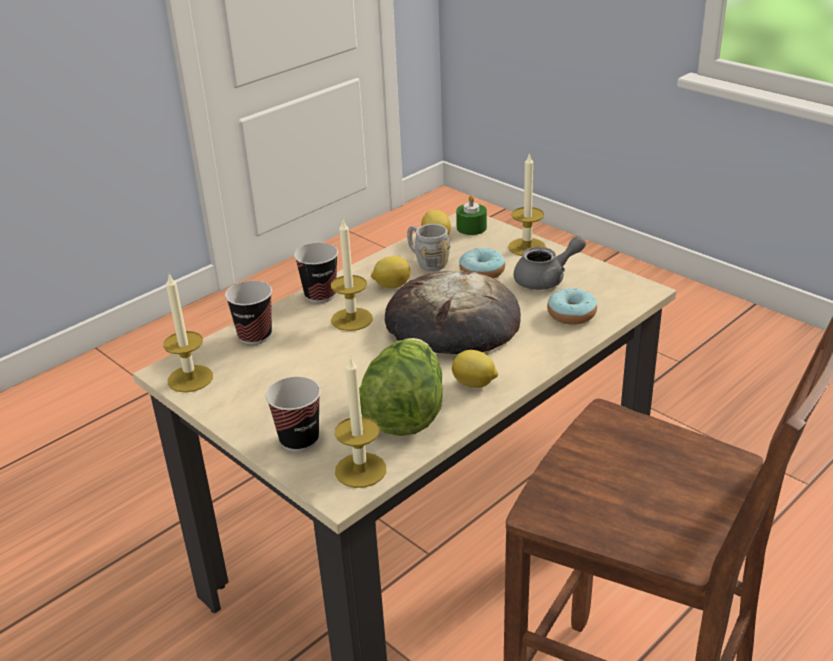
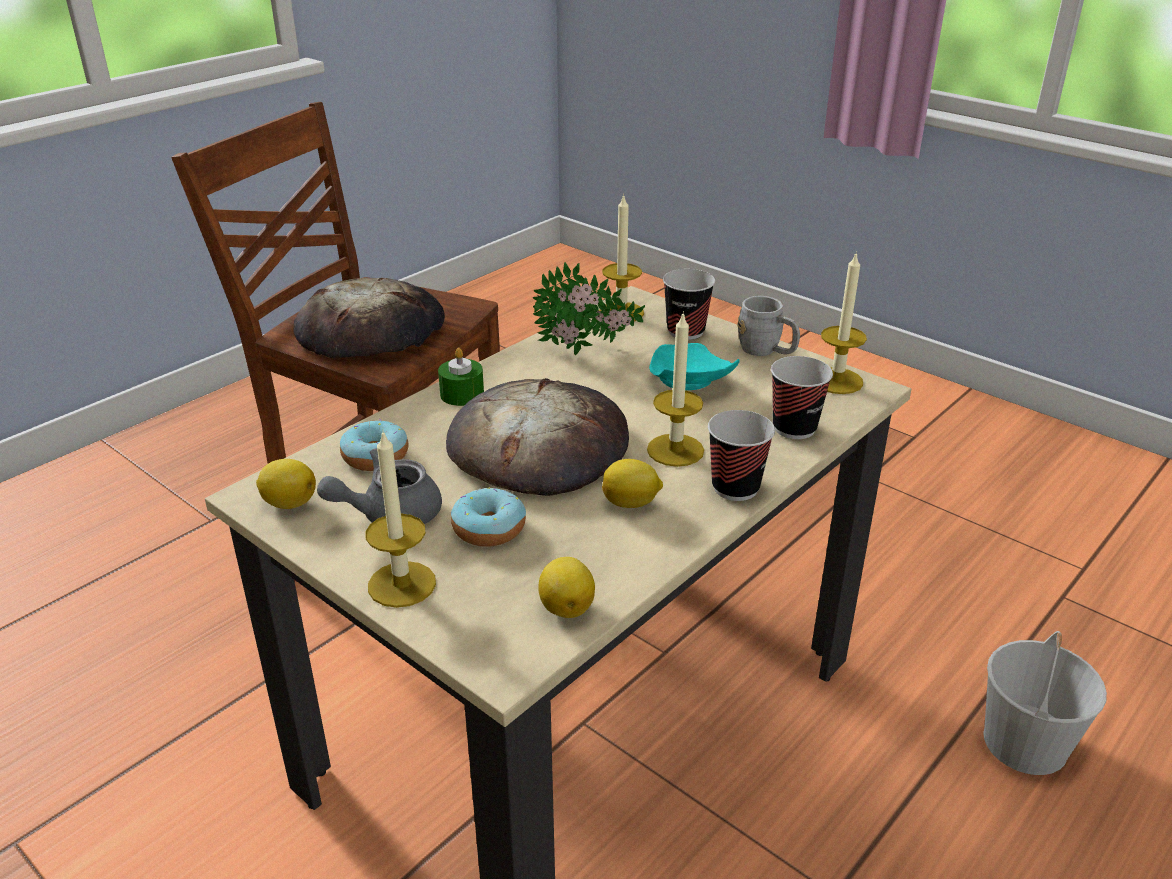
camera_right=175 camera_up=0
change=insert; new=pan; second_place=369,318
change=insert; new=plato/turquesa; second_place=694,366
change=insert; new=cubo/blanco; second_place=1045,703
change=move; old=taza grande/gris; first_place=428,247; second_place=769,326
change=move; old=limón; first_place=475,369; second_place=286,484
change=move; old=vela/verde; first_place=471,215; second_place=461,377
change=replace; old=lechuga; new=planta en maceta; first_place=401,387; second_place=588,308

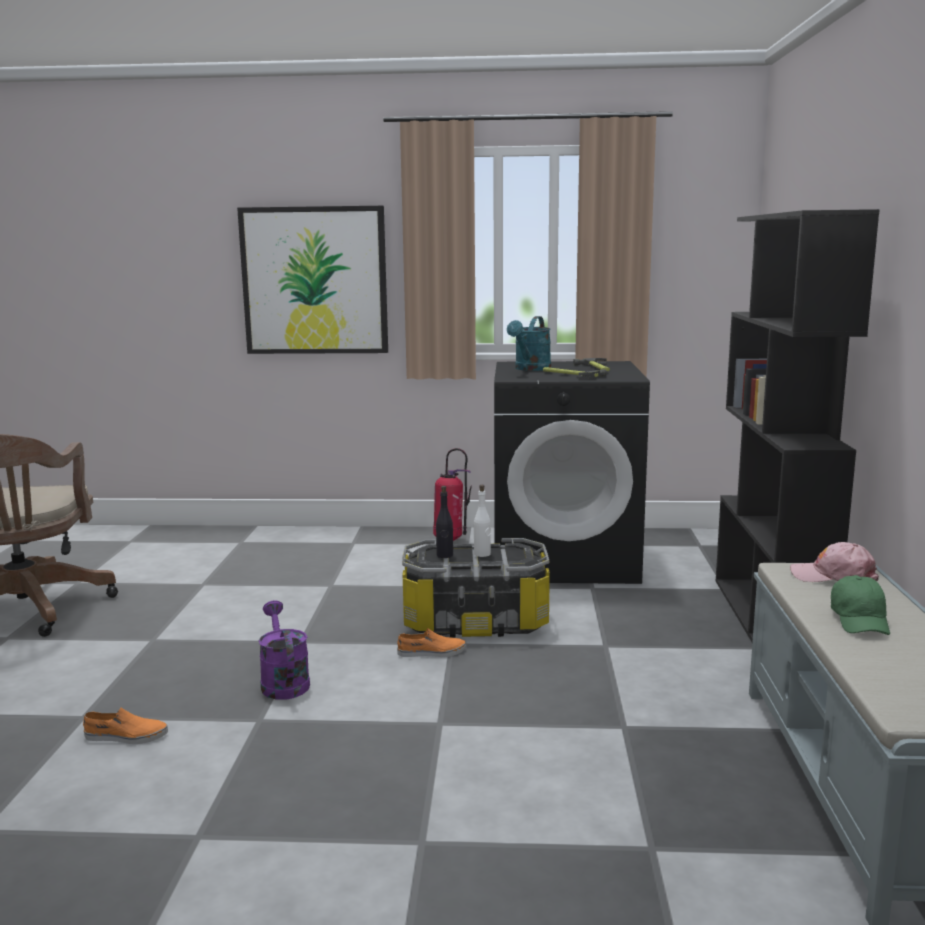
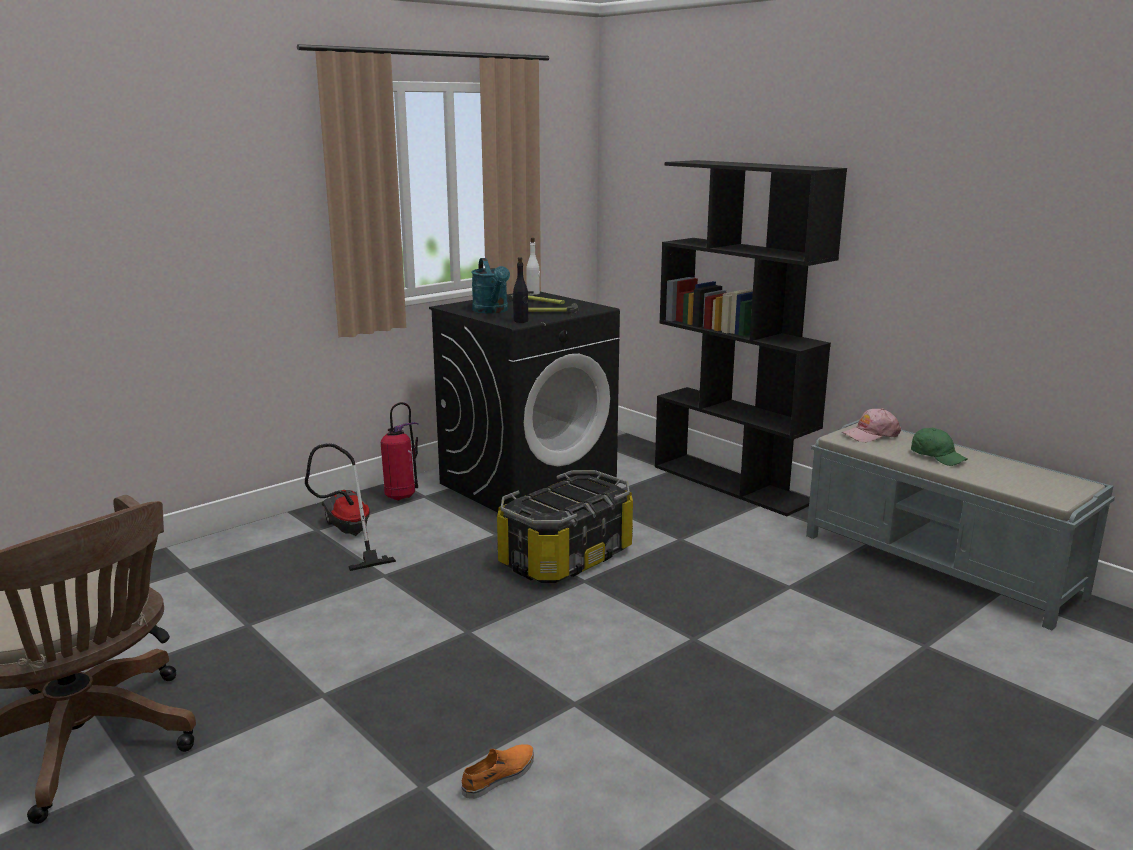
camera_right=-45 camera_up=5
change=delete; old=cuadro; first_place=312,280
change=delete; old=regadera/morado; first_place=284,650
change=delete; old=zapato/naranja; first_place=431,642
change=insert; new=aspiradora; second_place=350,507
change=move; old=botella/negro; first_place=444,522; second_place=520,290
change=move; old=botella/blanco; first_place=482,521; second_place=533,266

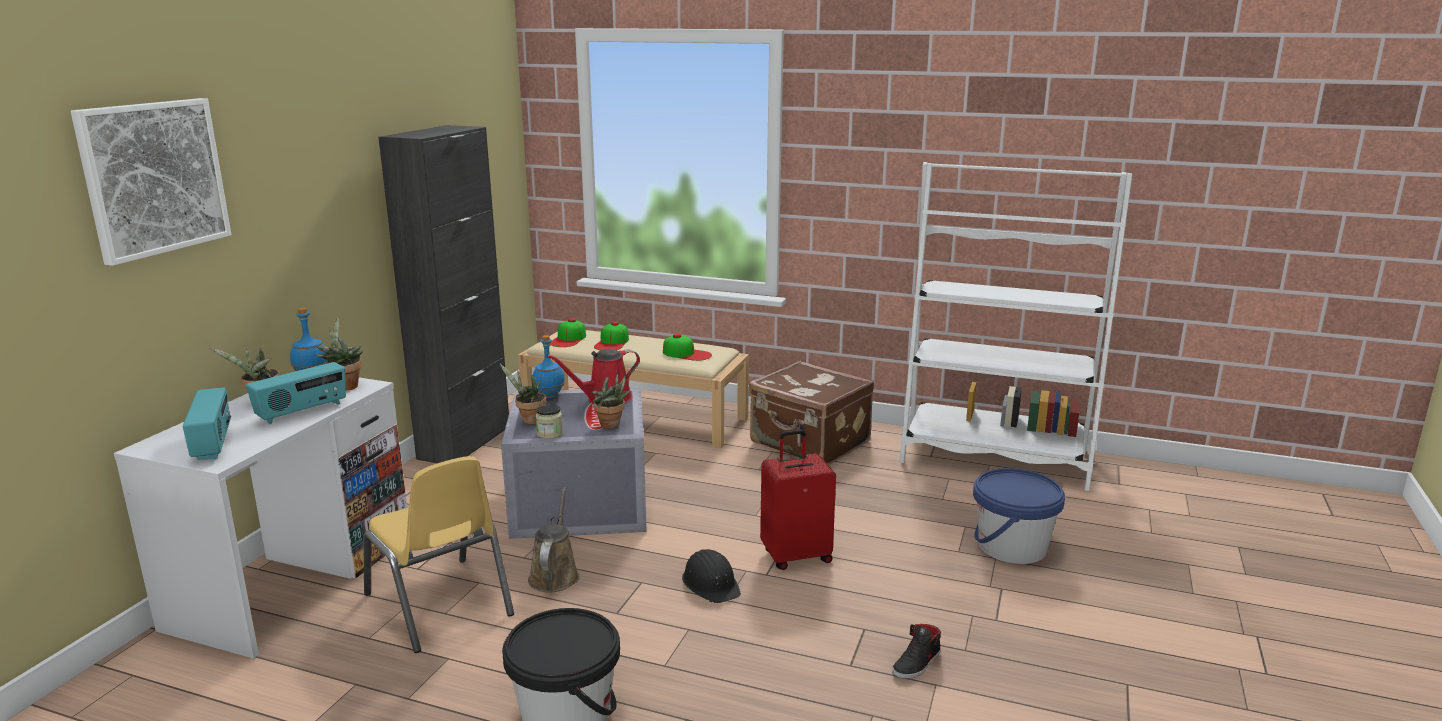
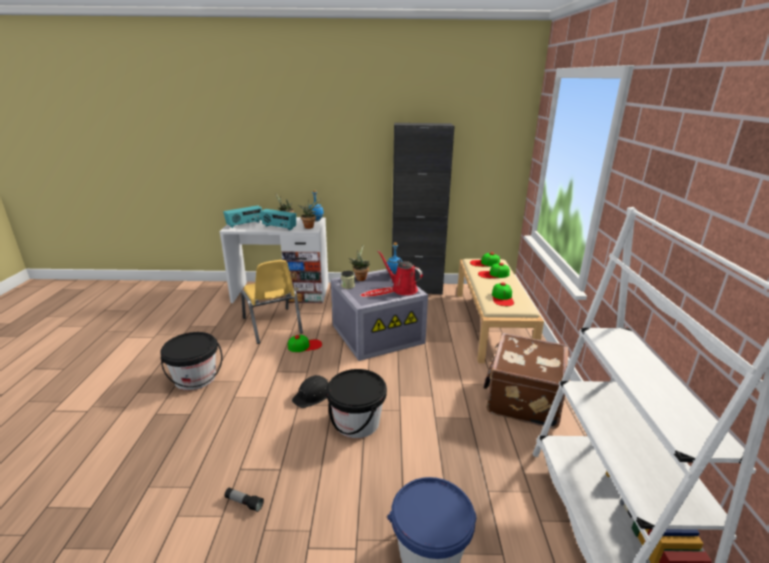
camera_right=70 camera_up=5
change=delete; old=cuadro; first_place=151,182
change=delete; old=planta en maceta; first_place=611,401
change=replace; old=regadera/marrón; new=gorra; first_place=554,540; second_place=305,343
change=replace; old=maleta/rojo; new=cubo/negro; first_place=798,500; second_place=356,403
change=replace; old=zapato/negro; new=linterna; first_place=916,651; second_place=244,500
change=rotate; old=silla/amarillo; first_place=438,554; second_place=272,302; degrees=-60

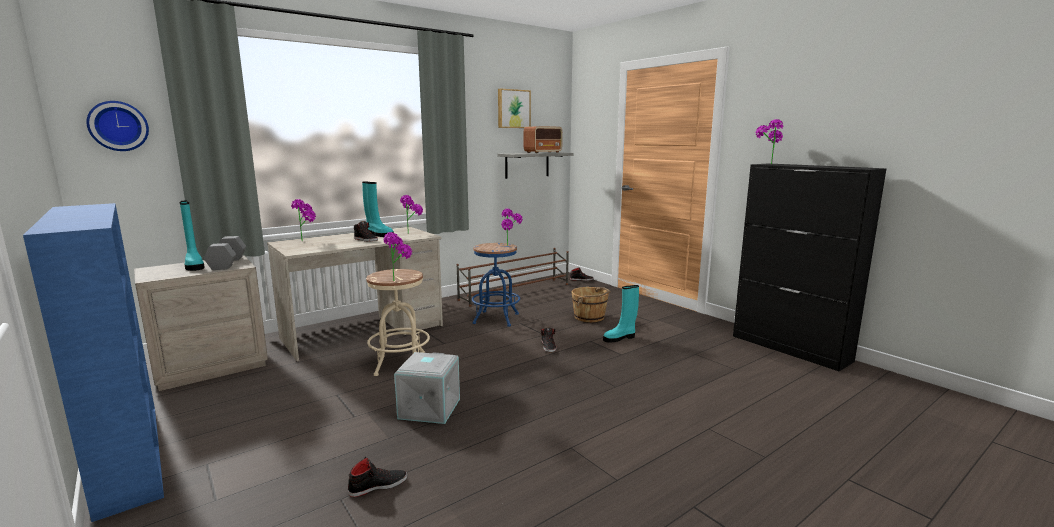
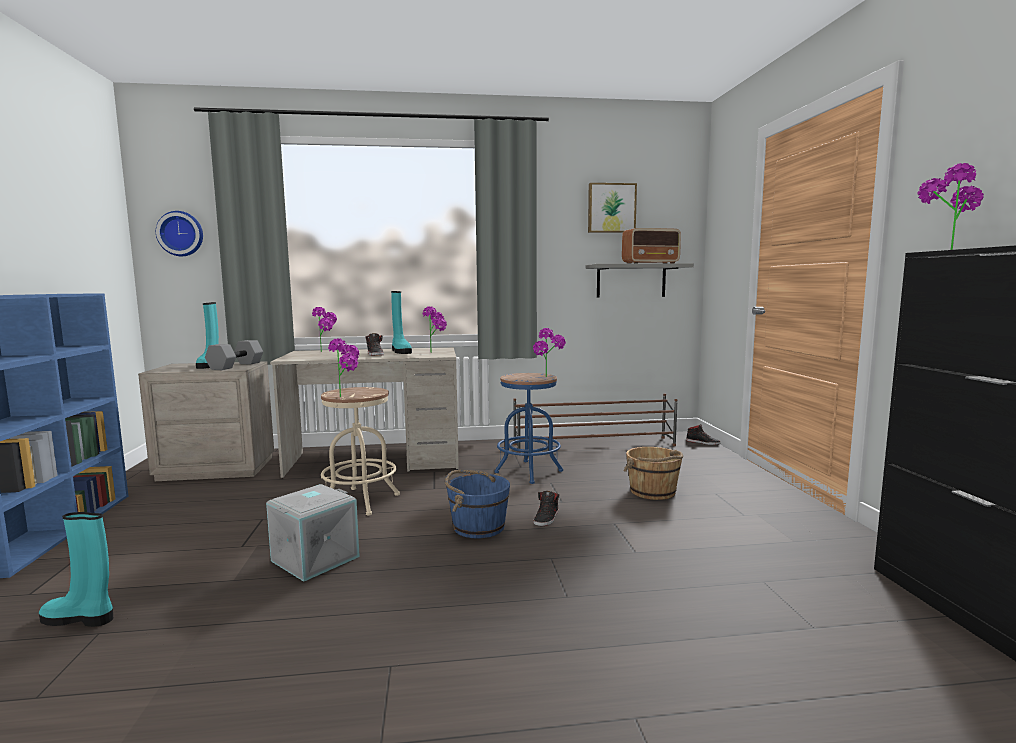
camera_right=30 camera_up=-5
change=delete; old=zapato/negro; first_place=377,477
change=insert; new=cubo/azul; second_place=477,504
change=move; old=bota/turquesa; first_place=621,313; second_place=76,569

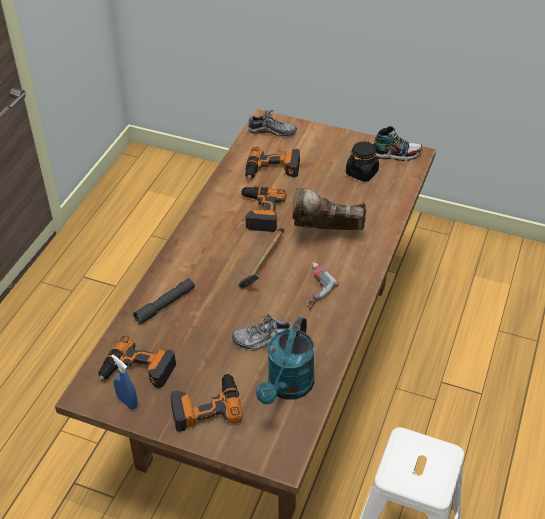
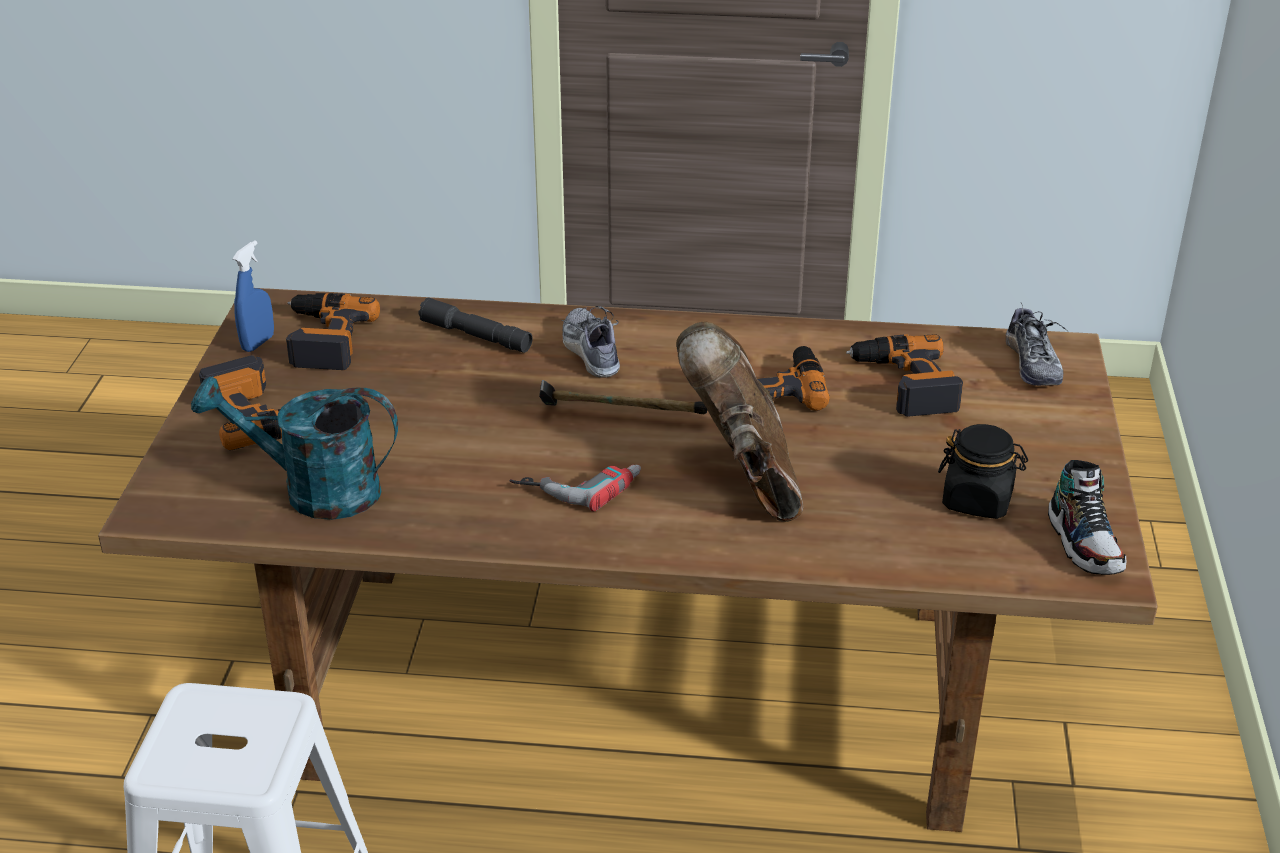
camera_right=75 camera_up=-10
change=move; old=zapato; first_place=262,332; second_place=590,342

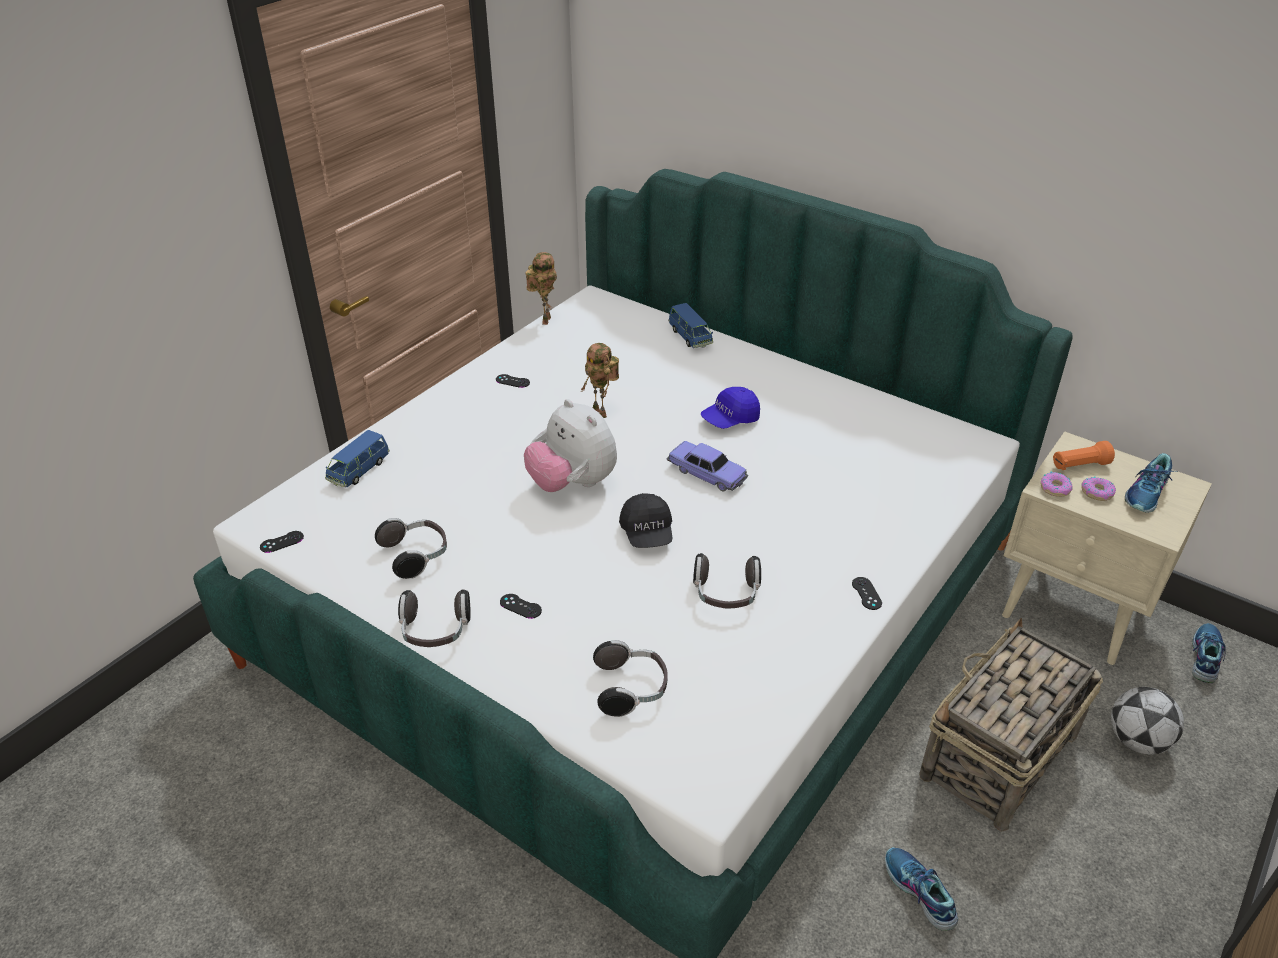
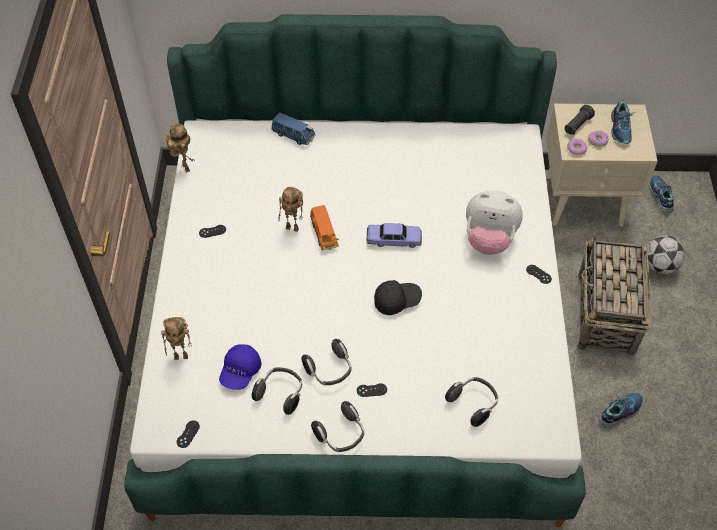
camera_right=-35 camera_up=15
change=insert; new=coche de juguete/naranja; second_place=324,227
change=move; old=peluche; first_place=570,445; second_place=494,222
change=move; old=auriculares; first_place=727,581; second_place=326,362
change=move; old=gorra/azul; first_place=730,408; second_place=240,367
change=replace; old=coche de juguete/azul; new=robot de juguete; first_place=357,458; second_place=176,338
change=recolor; old=linterna/naranja; new=linterna/negro; first_place=1084,455; second_place=580,120
change=rotate; old=gorra/negro; first_place=645,520; second_place=398,297; degrees=-60
change=rotate; old=zapato; first_place=921,889; second_place=621,410; degrees=120

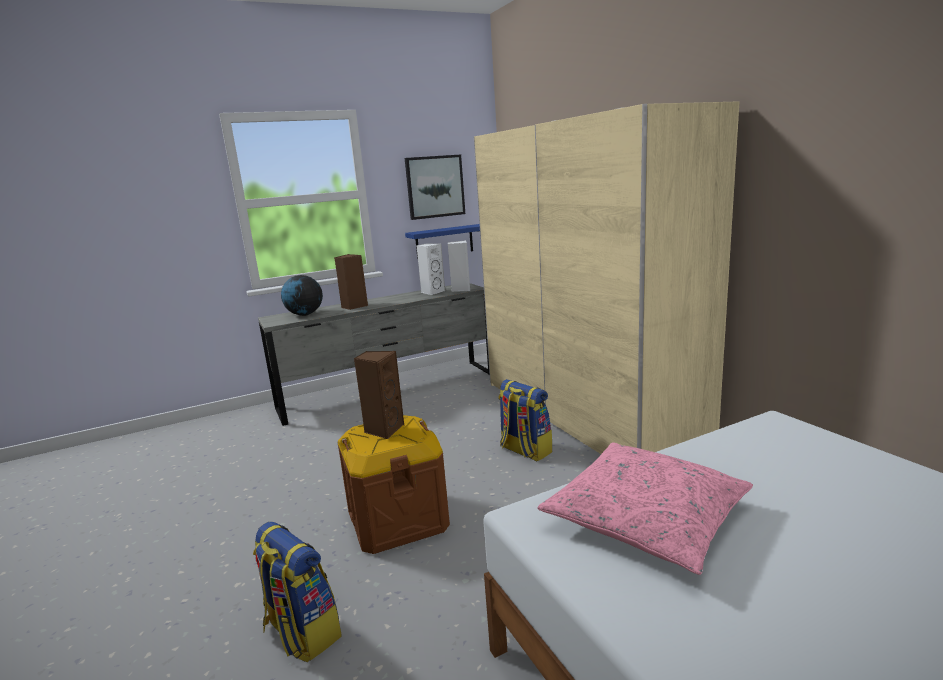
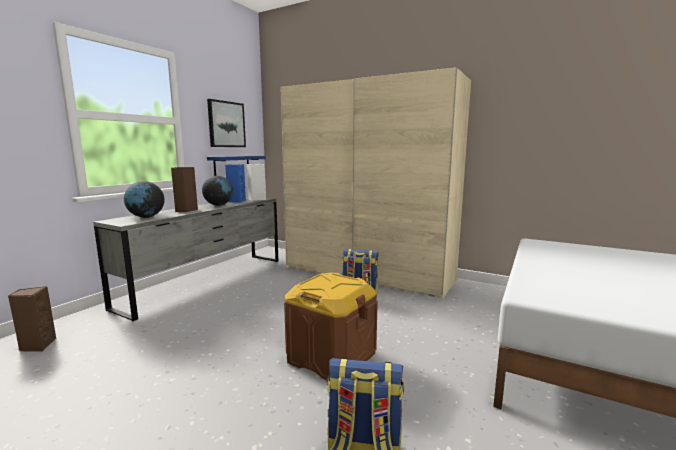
camera_right=-35 camera_up=-5
change=delete; old=cojín/rosa; first_place=645,509
change=insert; new=globo terráqueo; second_place=217,191
change=move; old=altavoz/marrón; first_place=379,395; second_place=32,319
change=recolor; old=altavoz/blanco; new=altavoz/azul; first_place=430,269; second_place=235,183

